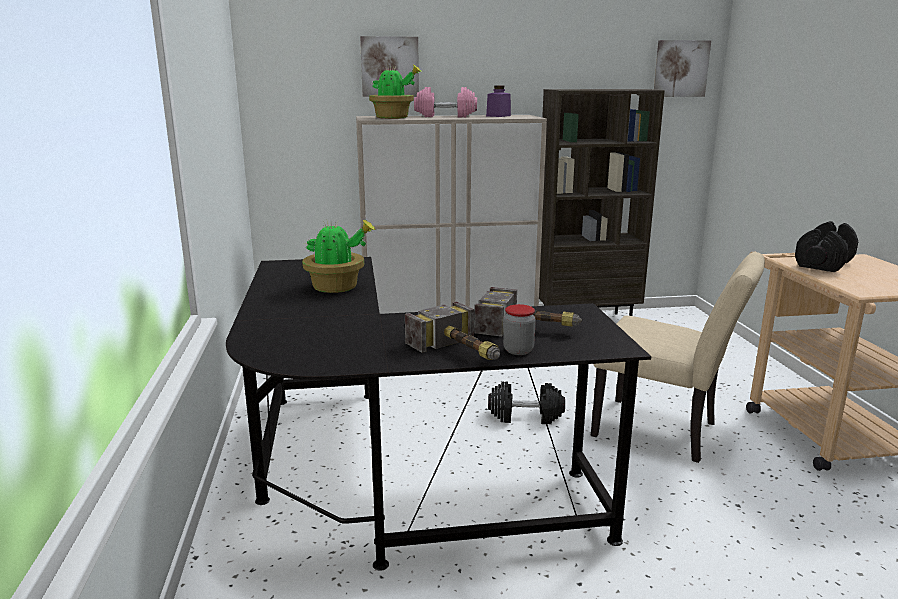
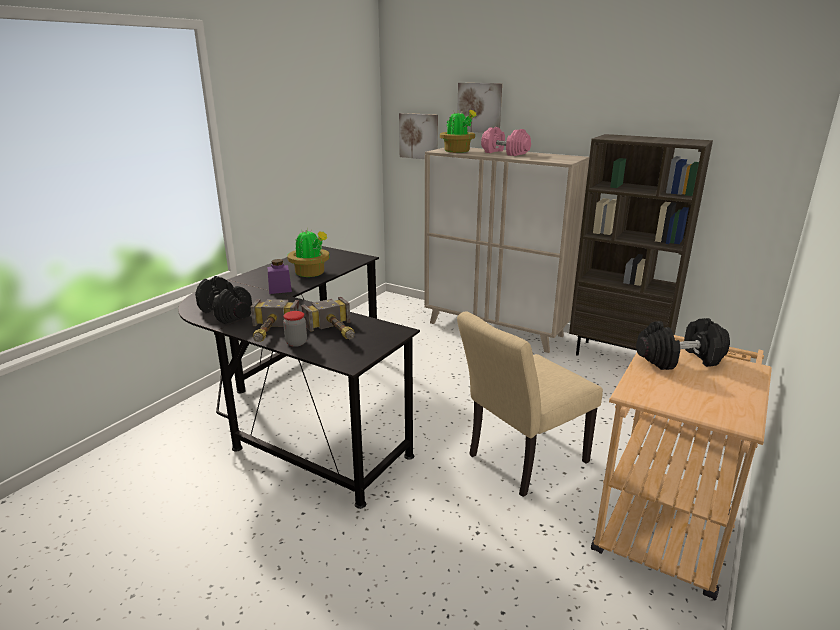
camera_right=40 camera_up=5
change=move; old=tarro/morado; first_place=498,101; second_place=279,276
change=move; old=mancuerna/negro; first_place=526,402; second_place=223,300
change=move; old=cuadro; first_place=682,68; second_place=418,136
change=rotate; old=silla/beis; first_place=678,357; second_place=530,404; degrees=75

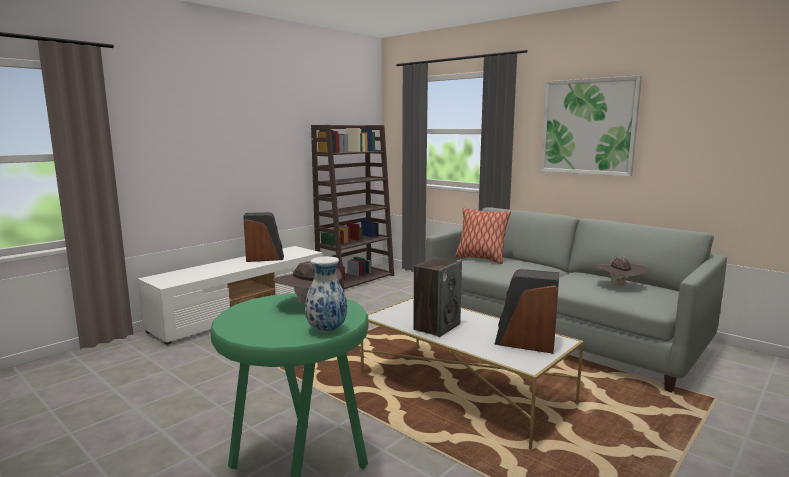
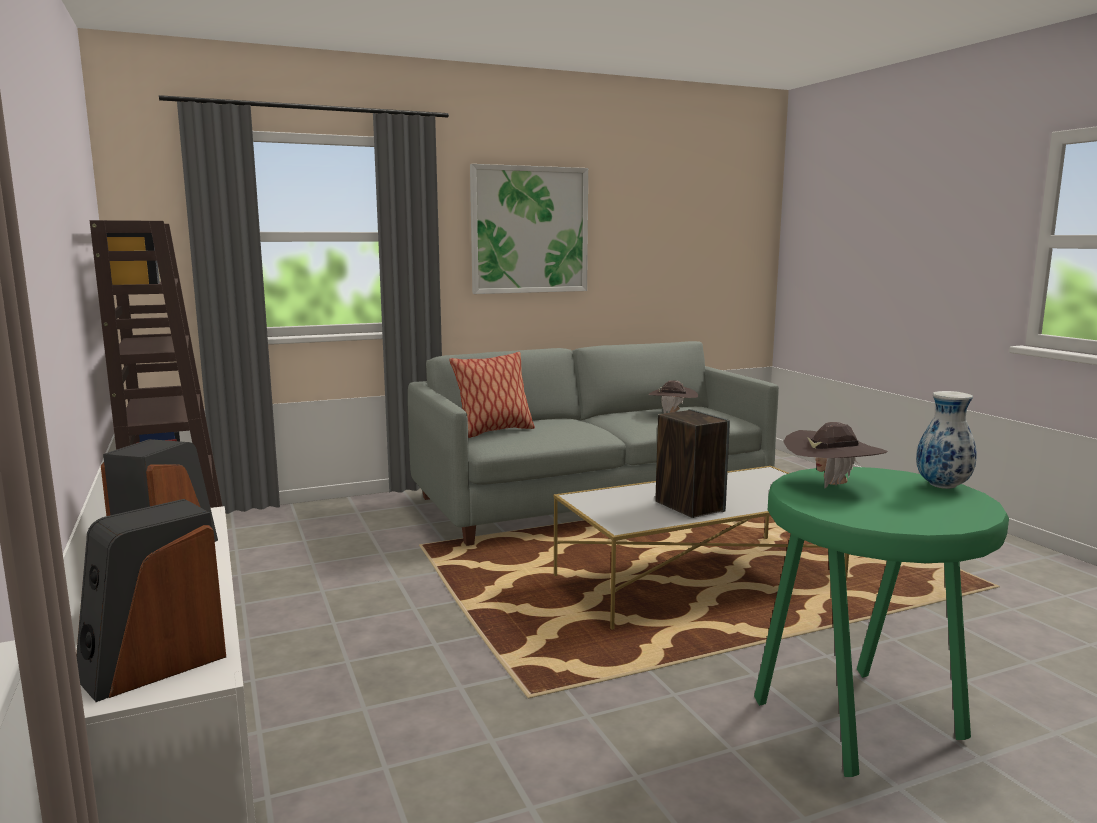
camera_right=-65 camera_up=0
change=move; old=altavoz; first_place=526,311; second_place=151,600

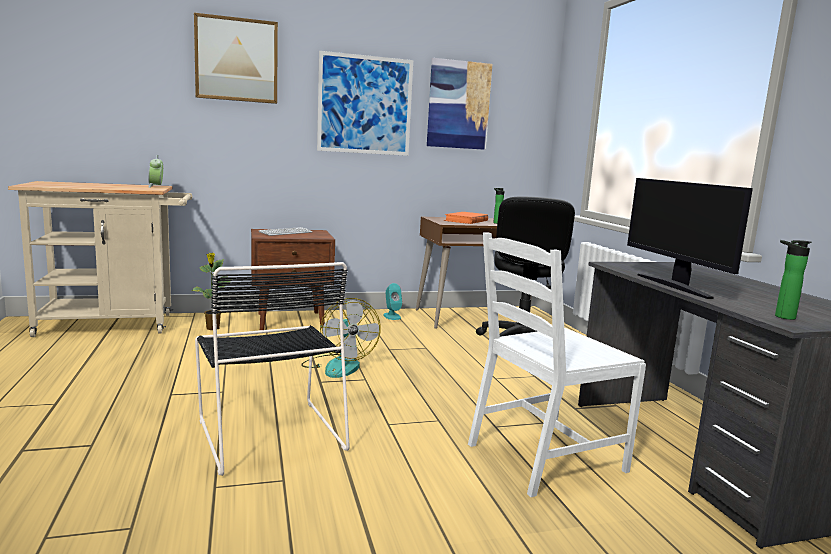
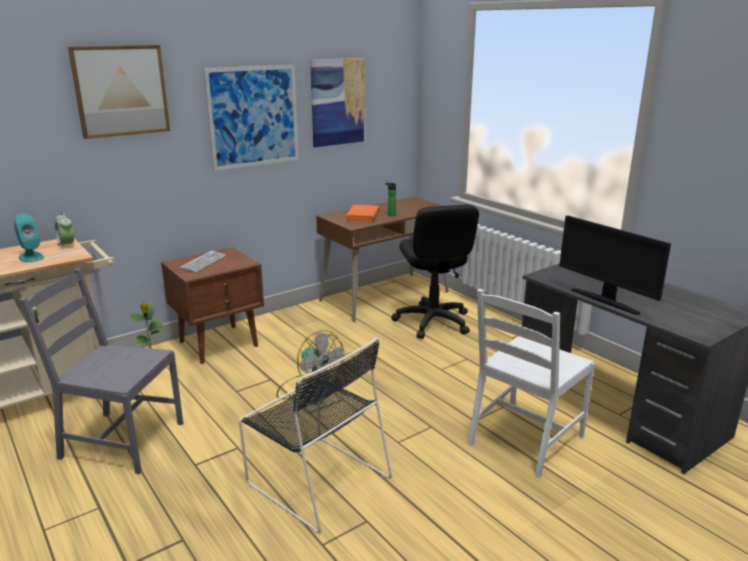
camera_right=-20 camera_up=10
change=delete; old=botella; first_place=793,280
change=insert; new=silla/gris; second_place=101,371
change=move; old=altavoz/turquesa; first_place=392,301; second_place=29,238

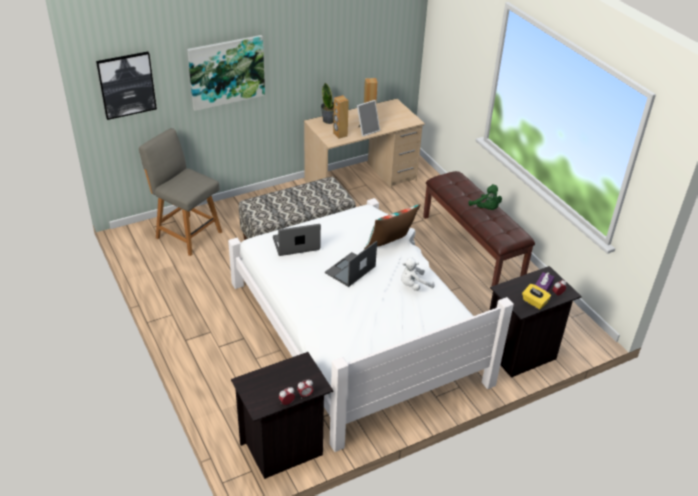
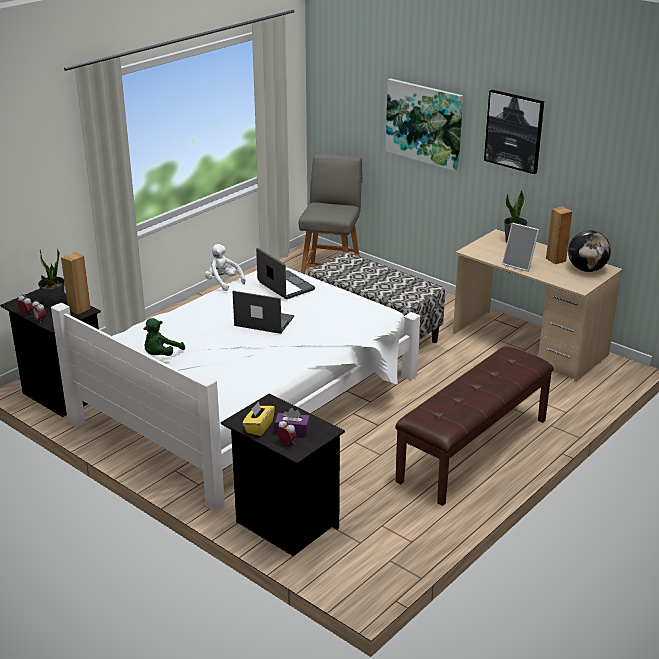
camera_right=70 camera_up=-10
change=delete; old=cojín; first_place=392,227
change=insert; new=planta en maceta; second_place=51,278
change=insert; new=globo terráqueo; second_place=589,251
change=move; old=cuadro; first_place=126,86; second_place=514,132
change=move; old=altavoz/marrón; first_place=341,117; second_place=76,283
change=move; old=peluche/blanco; first_place=418,274; second_place=225,267
change=move; old=peluche/verde; first_place=485,197; second_place=164,337

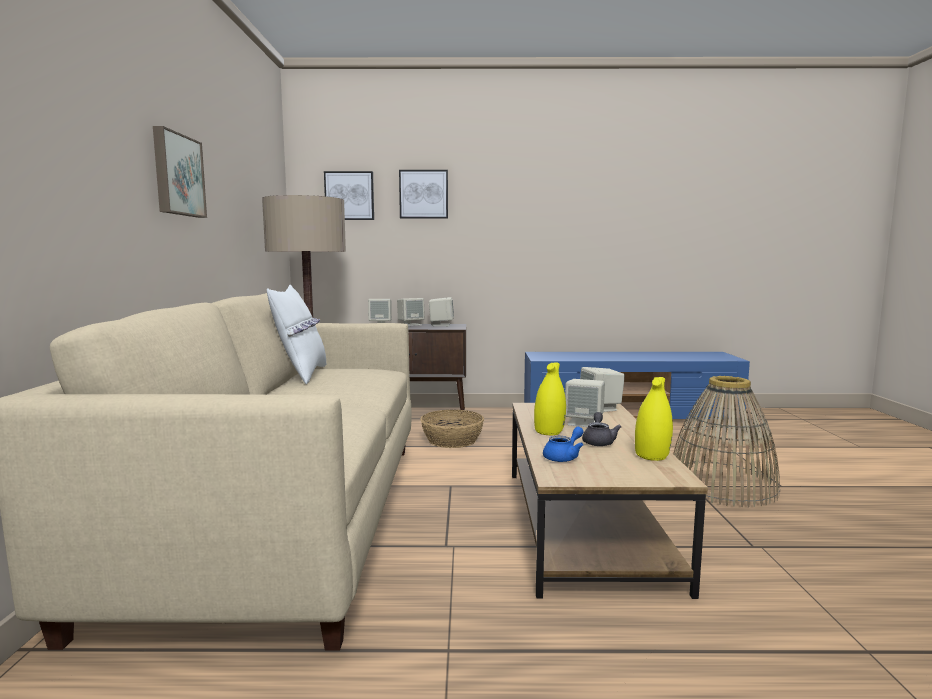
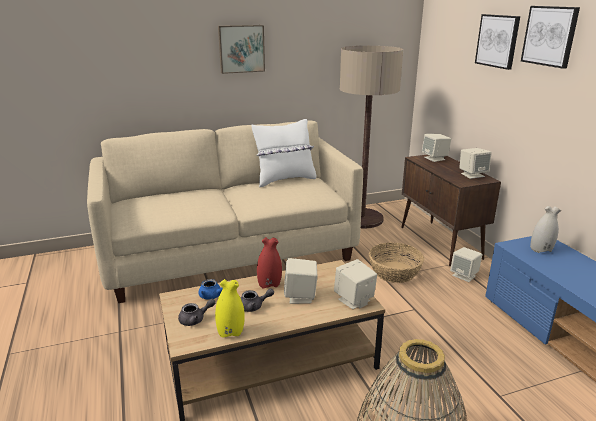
camera_right=70 camera_up=15
change=insert; new=tetera/gris; second_place=197,312
change=insert; new=florero/blanco; second_place=545,229
change=move; old=cuadro; first_place=349,195; second_place=550,37
change=move; old=altavoz/beis; first_place=411,312; second_place=466,264
change=recolor; old=florero/amarillo; new=florero/rojo; first_place=550,399; second_place=269,263

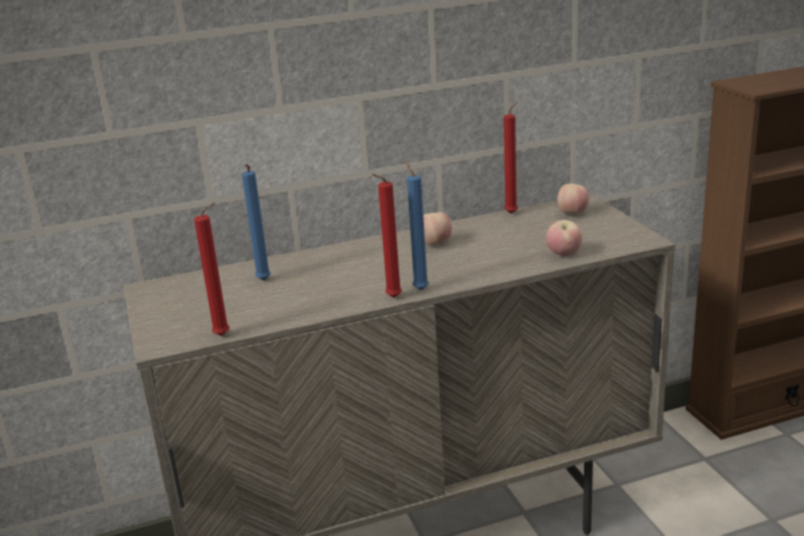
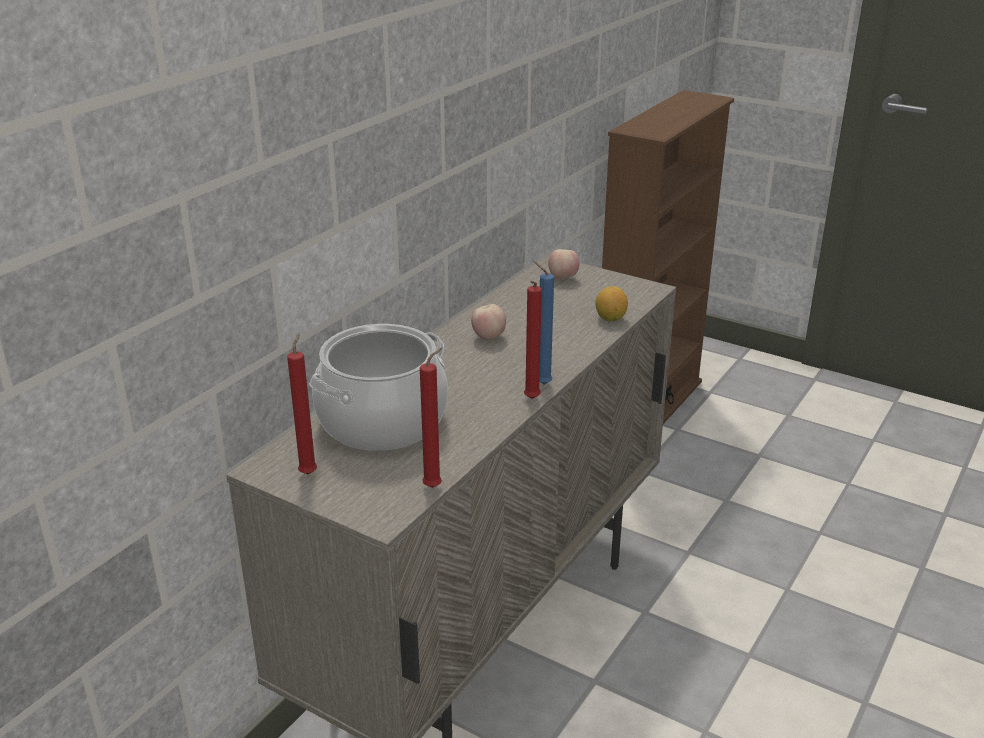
camera_right=-40 camera_up=5
change=move; old=vela/rojo; first_place=511,158; second_place=302,403
change=replace; old=vela/azul; new=olla; first_place=256,222; second_place=378,387
change=replace; old=manzana; new=limón; first_place=564,238; second_place=612,303

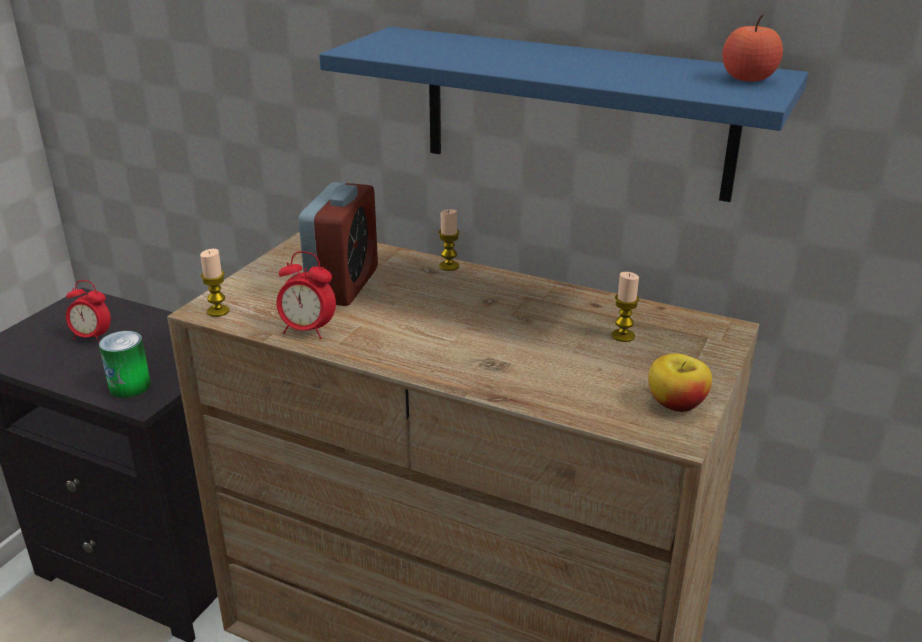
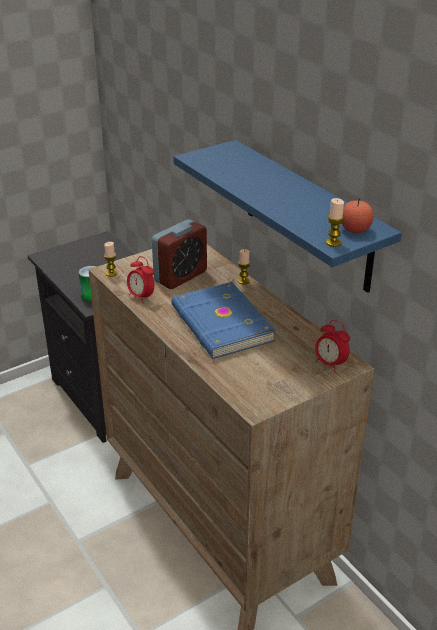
camera_right=30 camera_up=5
change=delete; old=manzana; first_place=680,382
change=insert; new=libro/azul; second_place=223,320
change=move; old=despertador; first_place=88,311; second_place=332,346
change=move; old=vela; first_place=625,307; second_place=335,222

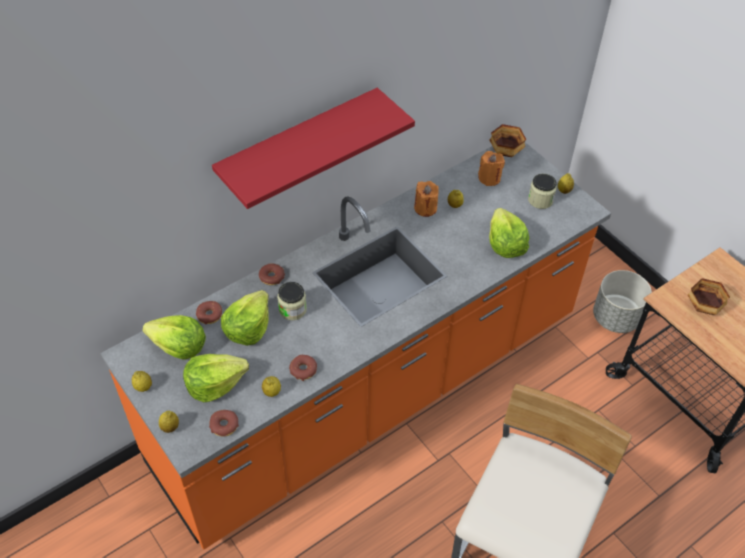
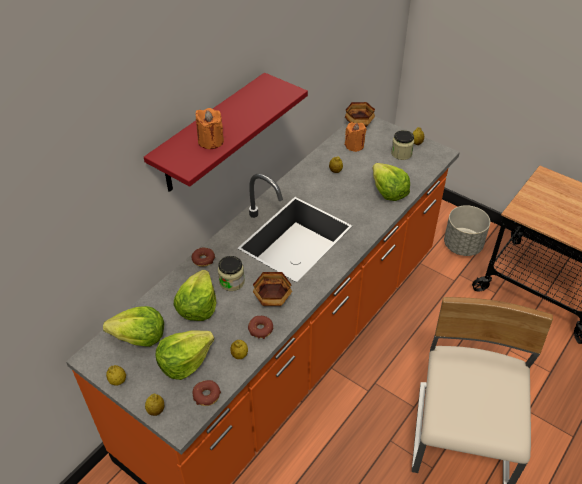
camera_right=-15 camera_up=-5
change=delete; old=rosquilla; first_place=209,312
change=move; old=vela/naranja; first_place=426,199; second_place=210,128
change=move; old=cuenco; first_place=709,296; second_place=272,289

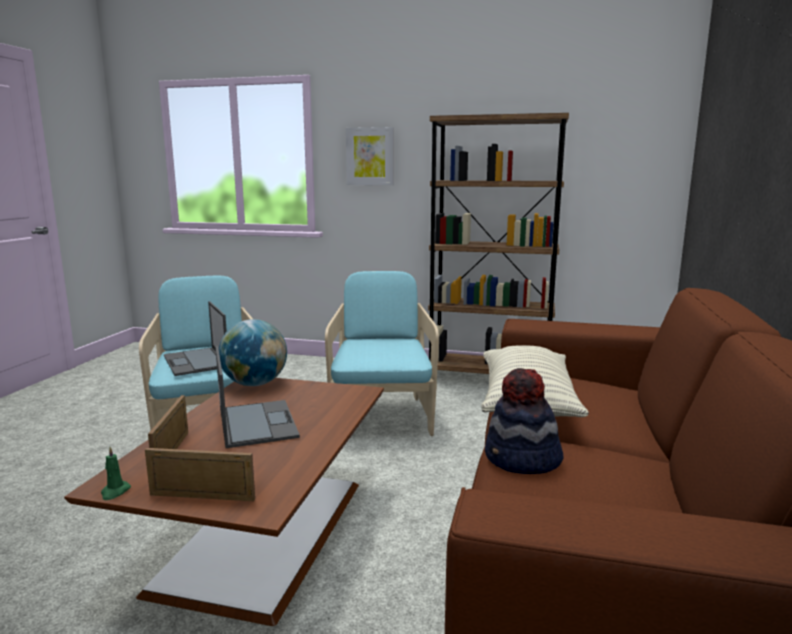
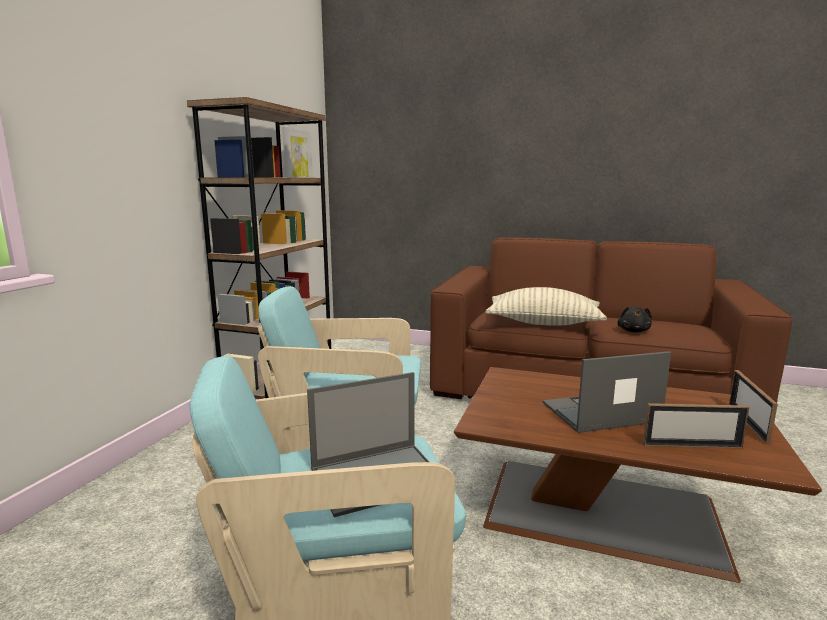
camera_right=-85 camera_up=0
change=delete; old=vela/verde; first_place=116,473
change=delete; old=globo terráqueo; first_place=253,352
change=move; old=cuadro; first_place=370,156; second_place=297,152
change=replace; old=sombrero; new=peluche/negro; first_place=524,421; second_place=634,319

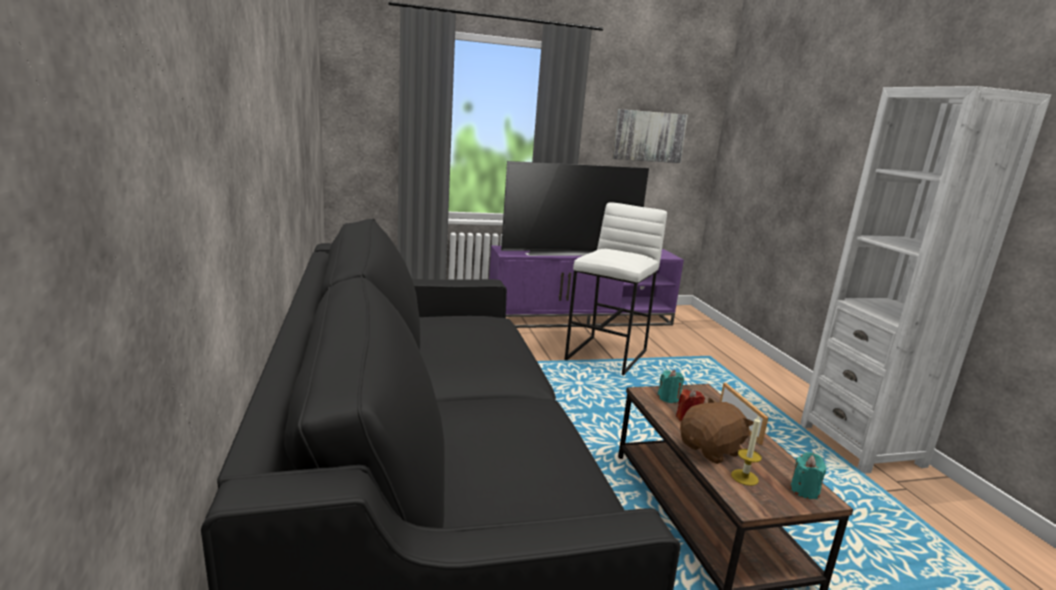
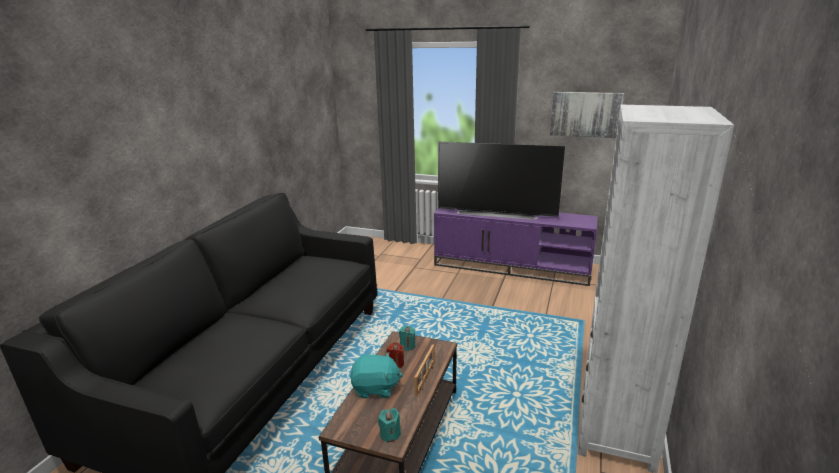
camera_right=35 camera_up=5
change=delete; old=taburete/blanco; first_place=616,288
change=delete; old=vela; first_place=746,450
change=recolor; old=peluche/marrón; new=peluche/turquesa; first_place=717,430; second_place=376,375

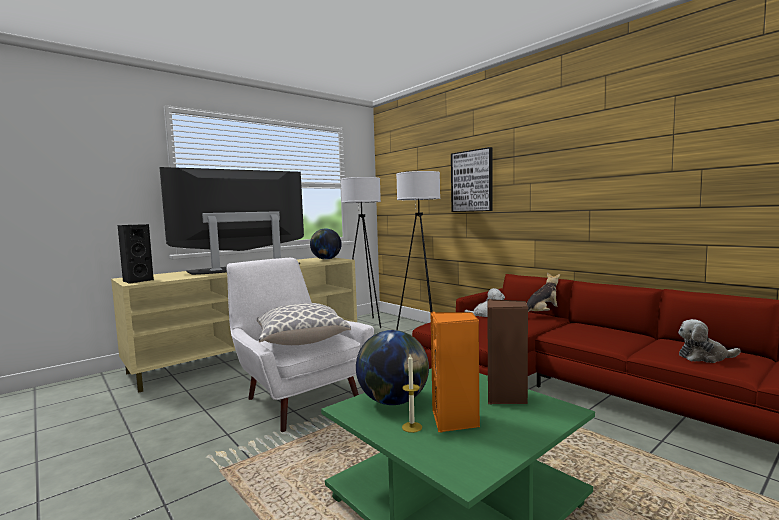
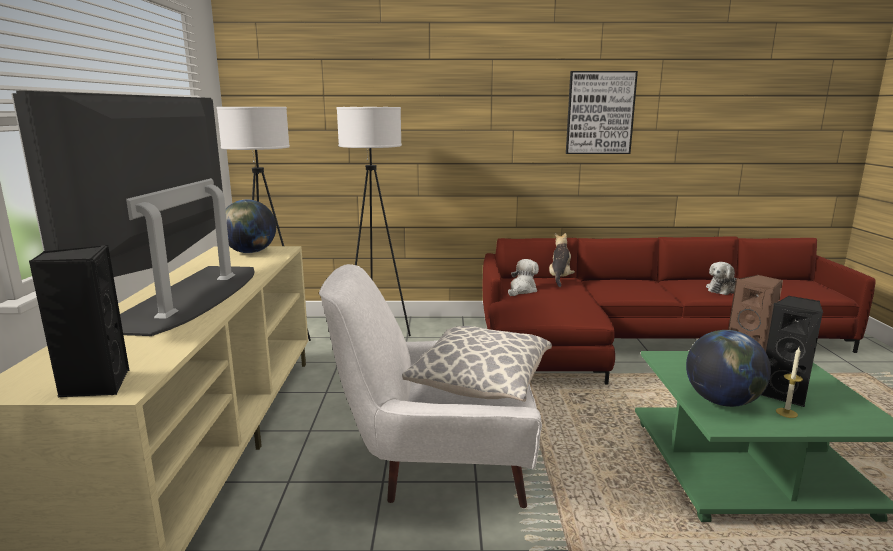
camera_right=-50 camera_up=10
change=move; old=cuadro; first_place=472,179; second_place=602,112
change=recolor; old=altavoz/naranja; new=altavoz/negro; first_place=455,372; second_place=792,351

